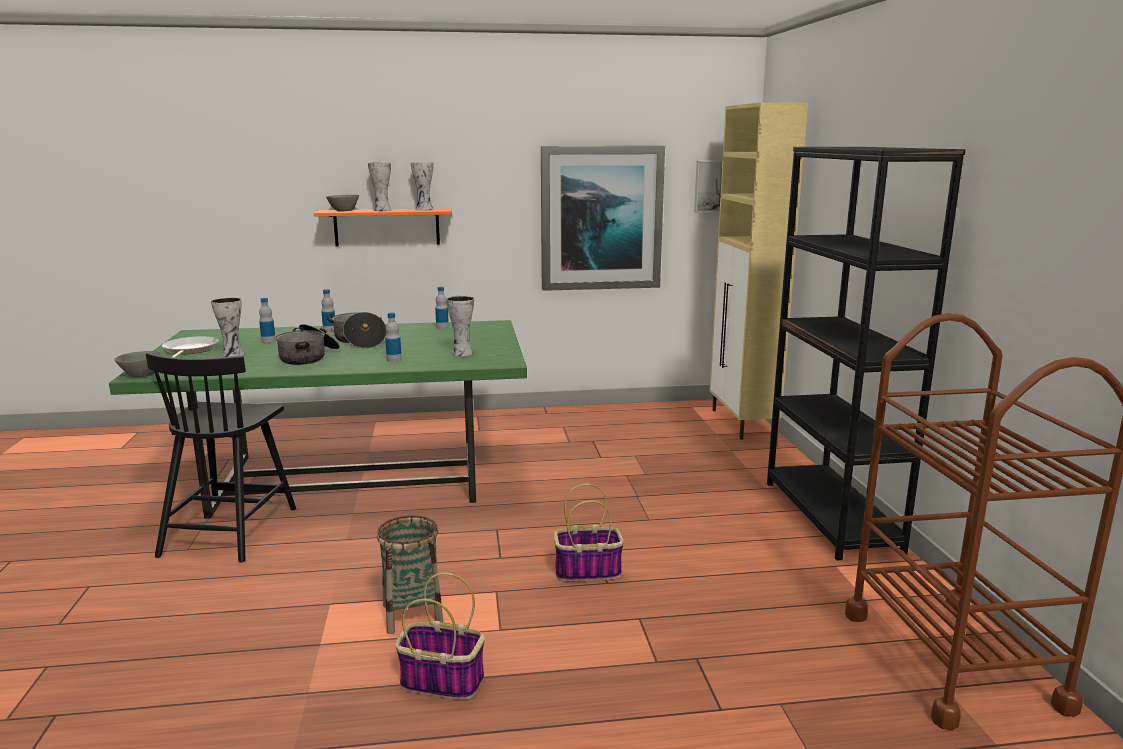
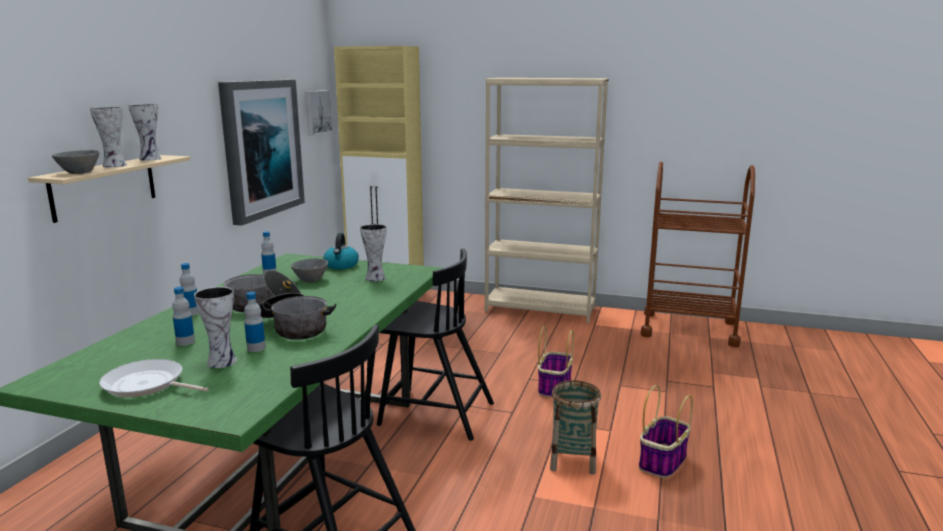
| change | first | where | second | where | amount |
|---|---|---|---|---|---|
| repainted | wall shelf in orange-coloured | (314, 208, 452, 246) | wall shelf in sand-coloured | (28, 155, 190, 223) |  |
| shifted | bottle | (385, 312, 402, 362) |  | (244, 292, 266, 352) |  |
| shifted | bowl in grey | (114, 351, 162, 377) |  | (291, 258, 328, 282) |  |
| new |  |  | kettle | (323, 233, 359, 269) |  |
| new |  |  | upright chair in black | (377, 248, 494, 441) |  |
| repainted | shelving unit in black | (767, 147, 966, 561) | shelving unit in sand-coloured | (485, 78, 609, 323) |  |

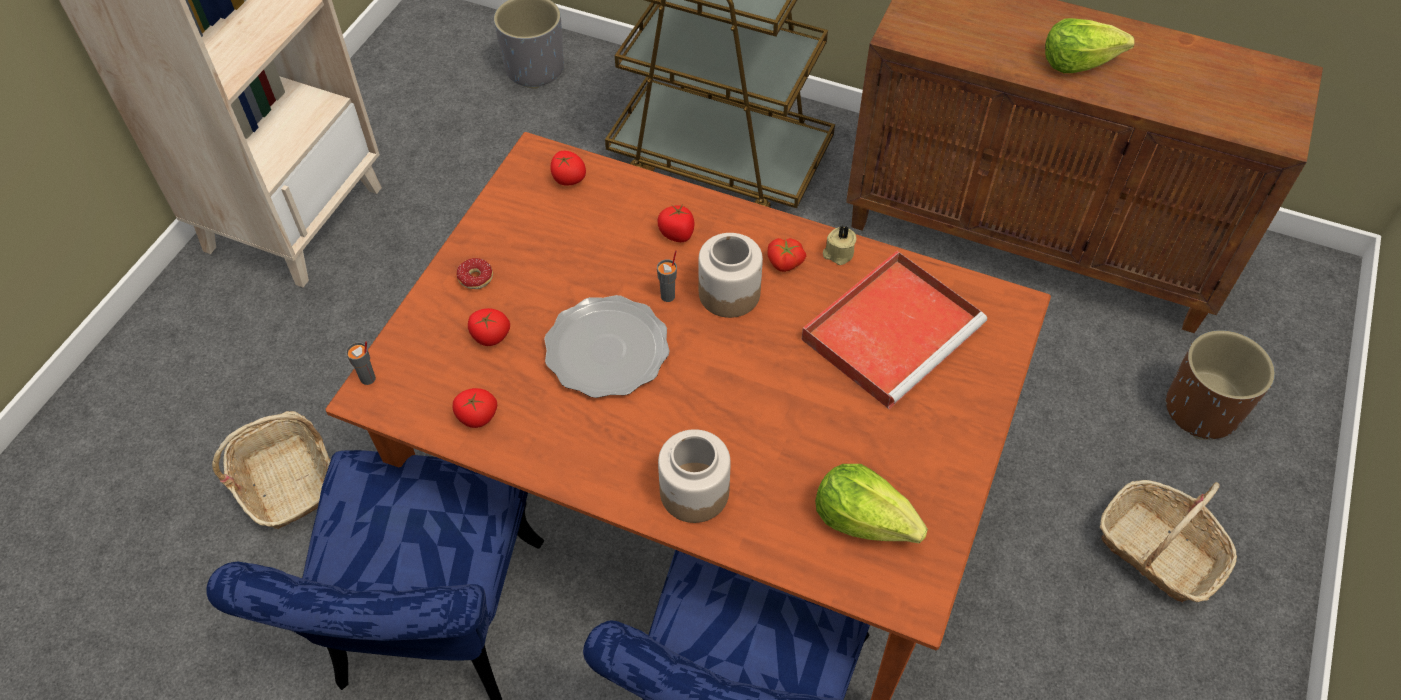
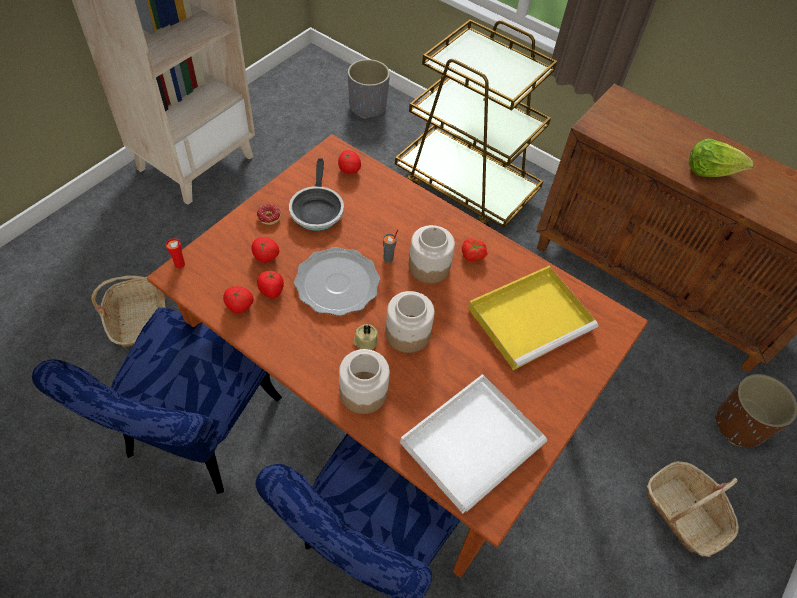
| change | first | where | second | where | amount |
|---|---|---|---|---|---|
| repainted | drinking cup in grey | (346, 341, 376, 385) | drinking cup in red-coloured | (166, 238, 185, 268) |  |
| shifted | fresh tomato | (658, 204, 694, 242) |  | (257, 271, 284, 299) |  |
| new |  |  | frying pan | (289, 158, 344, 231) |  |
| shifted | candle in sand-coloured | (823, 225, 856, 265) |  | (353, 324, 378, 350) |  |
| new |  |  | storage jar | (386, 291, 434, 353) |  |
| swapped | head of lettuce | (815, 464, 928, 543) | carrying tray in whitish | (400, 374, 547, 514) |  |
| repainted | carrying tray in red-coloured | (801, 251, 987, 409) | carrying tray in yellowish | (468, 265, 598, 370) |  |

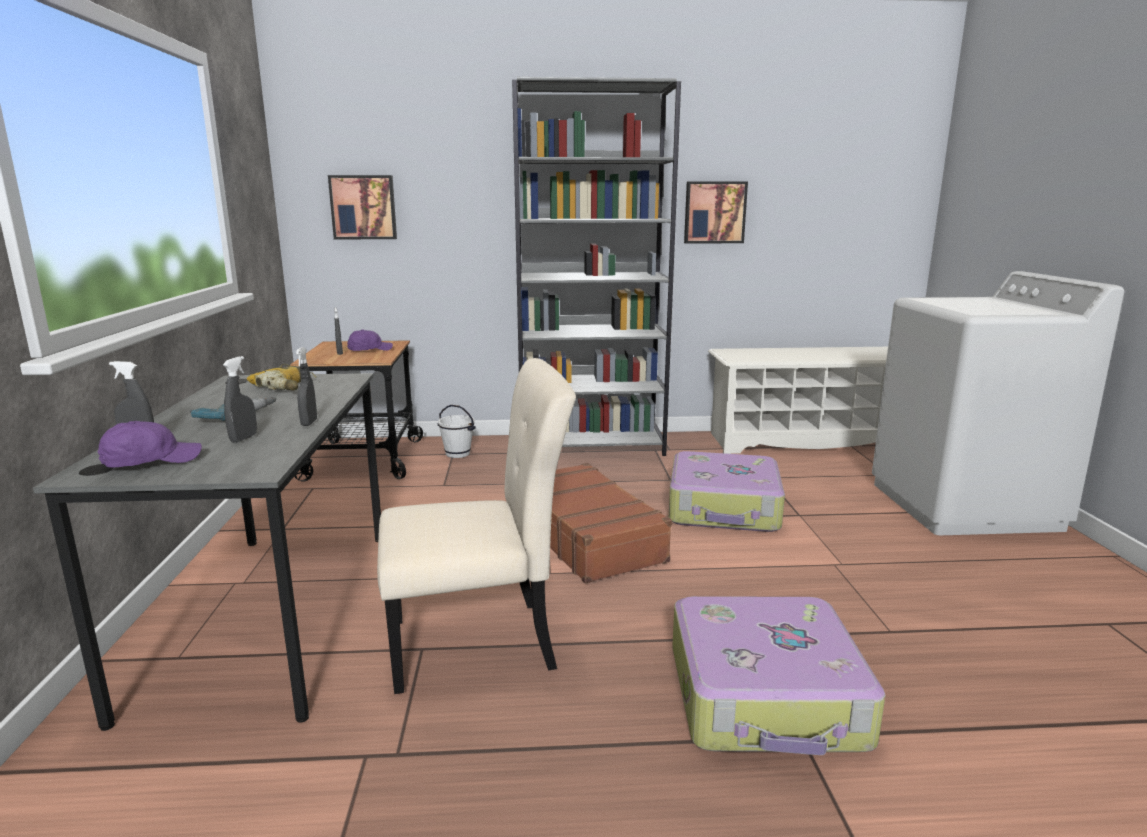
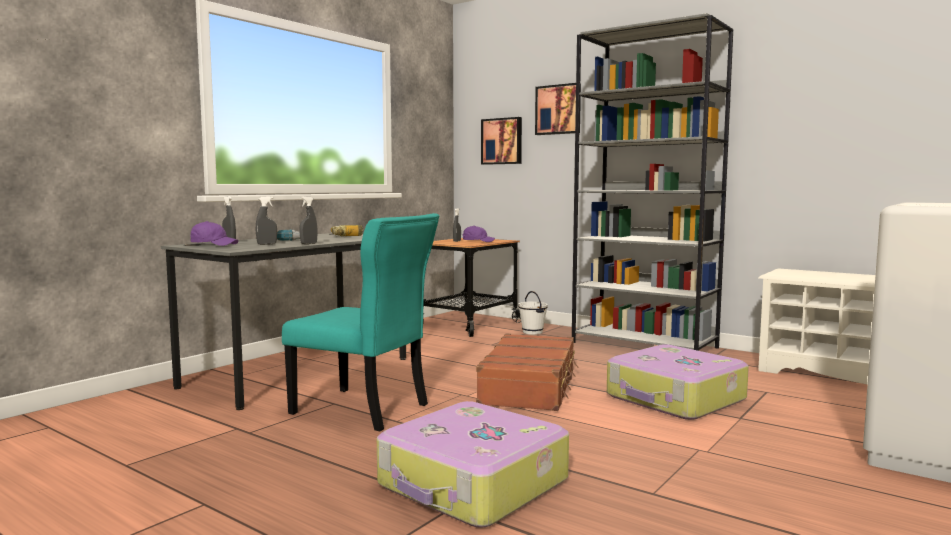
| change | first | where | second | where | amount |
|---|---|---|---|---|---|
| repainted | upright chair in sand-coloured | (377, 358, 576, 694) | upright chair in blue-green | (282, 213, 439, 431) |  |
| shifted | wall picture | (684, 181, 748, 244) |  | (535, 83, 581, 135) |  |

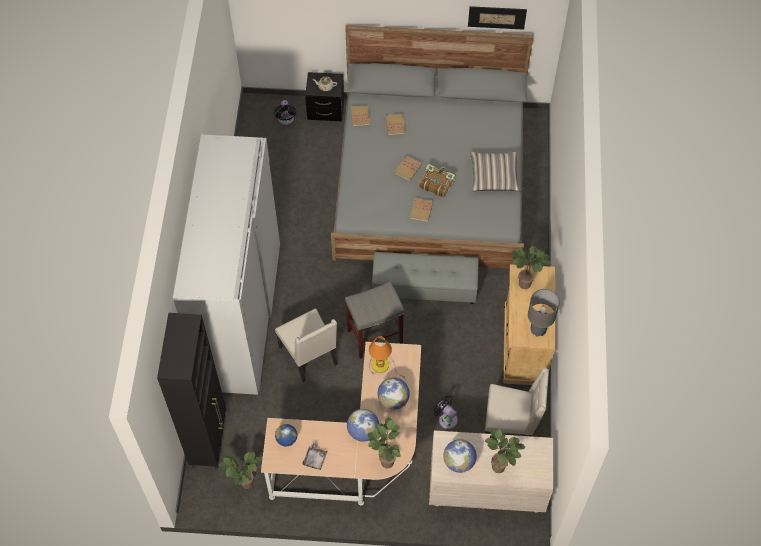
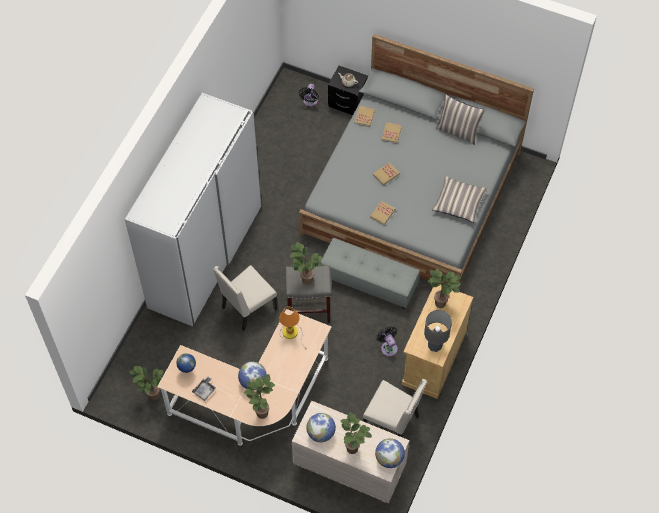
| change | first | where | second | where | amount |
|---|---|---|---|---|---|
| rotated | upright chair in sand-coloured | (275, 308, 337, 382) |  | (213, 265, 277, 331) | 60 degrees clockwise |
| new |  |  | plant in a pot | (290, 242, 323, 285) |  |
| shifted | world globe | (378, 377, 410, 410) |  | (375, 438, 405, 468) |  |
| shifted | fan in black | (433, 395, 458, 429) |  | (376, 326, 398, 357) |  |
| new |  |  | throw pillow | (436, 94, 485, 145) |  |
| gone | cabinet in black | (157, 313, 226, 470) |  |  |  |
| gone | volume | (419, 164, 455, 197) |  |  |  |
| gone | wall picture | (468, 6, 527, 30) |  |  |  |

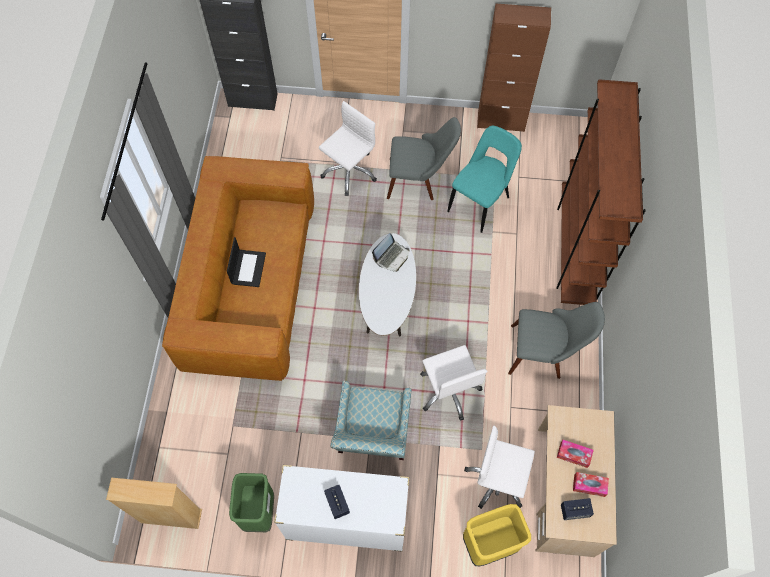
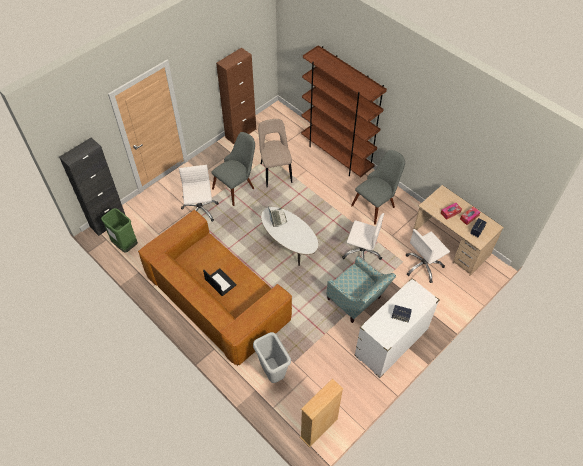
| change | first | where | second | where | amount |
|---|---|---|---|---|---|
| shifted | waste bin in green-coloured | (229, 473, 274, 532) |  | (101, 208, 138, 253) |  |
| new |  |  | waste bin in grey | (253, 332, 291, 383) |  |
| repainted | upright chair in blue-green | (447, 126, 522, 233) | upright chair in sand-coloured | (258, 119, 292, 187) |  |
| gone | waste bin in yellowish | (463, 504, 531, 566) |  |  |  |

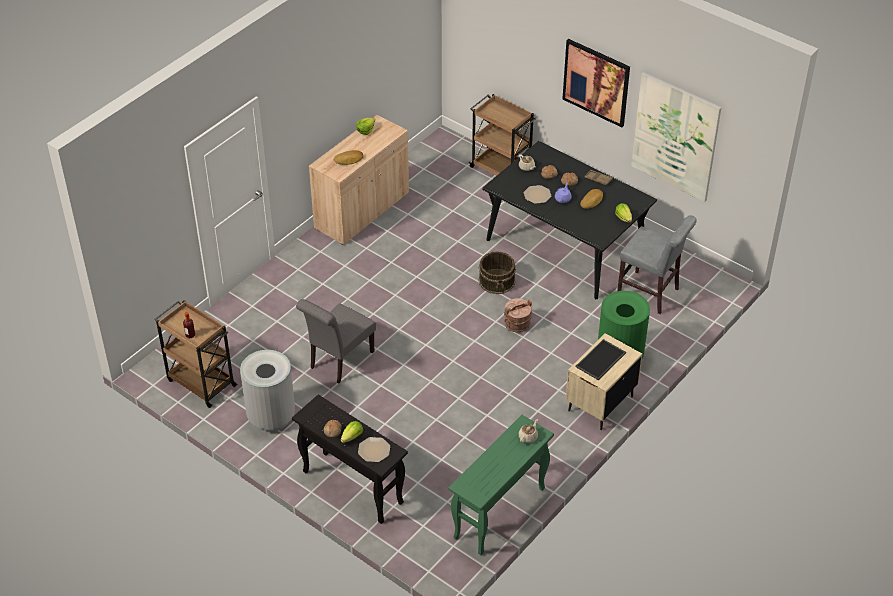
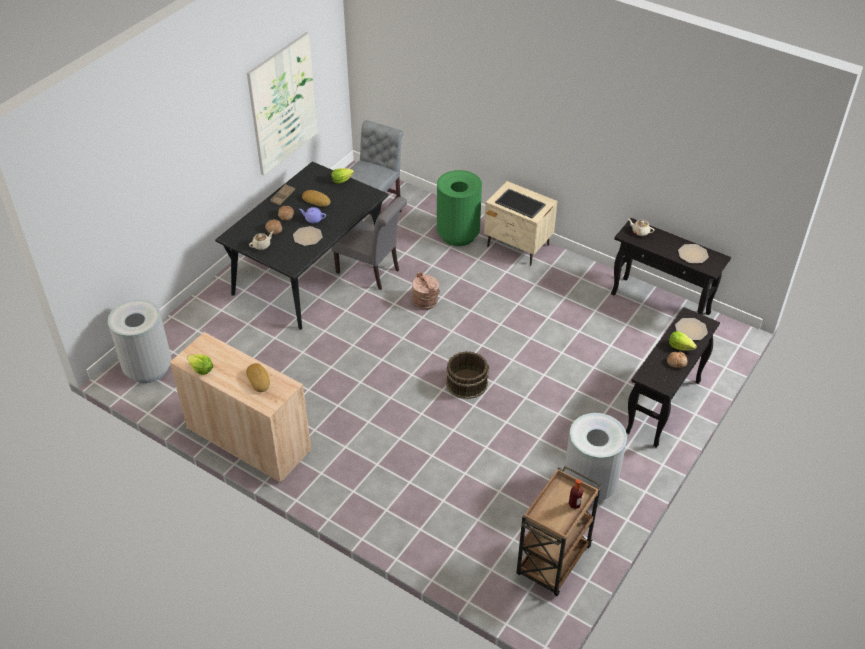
| change | first | where | second | where | amount |
|---|---|---|---|---|---|
| new |  |  | waste bin in grey | (108, 299, 172, 383) |  |
| shifted | upright chair in grey | (296, 299, 376, 383) |  | (331, 197, 407, 290) |  |
| shifted | water bucket in brown | (478, 251, 516, 294) |  | (446, 351, 489, 399) |  |
| repainted | console table in green-coloured | (448, 415, 554, 555) | console table in black | (611, 218, 731, 315) |  |
| new |  |  | flat dish | (678, 244, 709, 263) |  |
| gone | cart in brown | (468, 94, 536, 176) |  |  |  |
| gone | wall picture | (563, 39, 630, 127) |  |  |  |

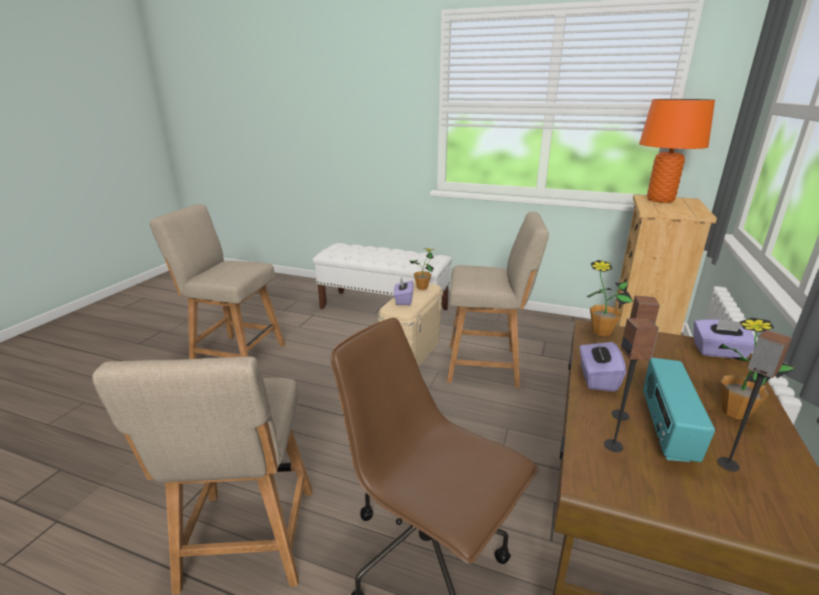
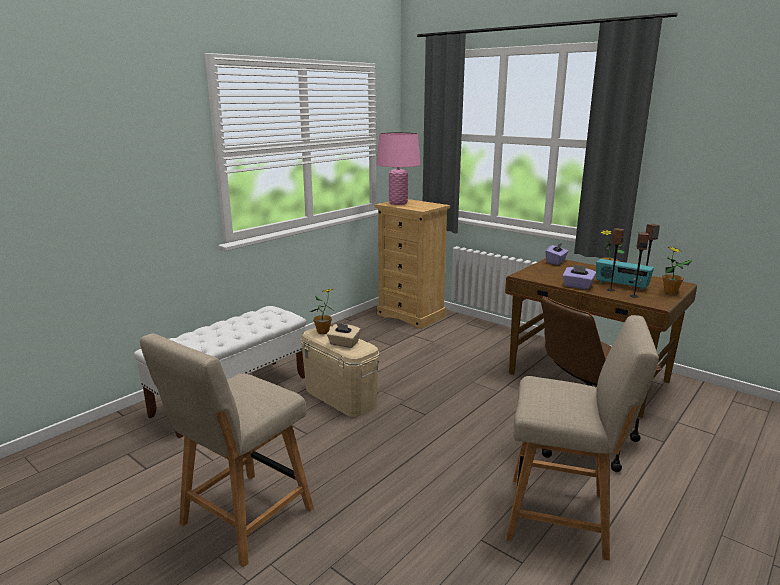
| change | first | where | second | where | amount |
|---|---|---|---|---|---|
| repainted | tissue box in purple | (394, 277, 414, 305) | tissue box in sand-coloured | (327, 323, 361, 348) |  |
| repainted | lamp for a table in orange-coloured | (639, 99, 715, 203) | lamp for a table in pinkish | (377, 132, 420, 205) |  |
| shifted | plant in a pot | (587, 260, 633, 336) |  | (662, 247, 693, 294) |  |
| gone | upright chair in sand-coloured | (447, 212, 549, 388) |  |  |  |

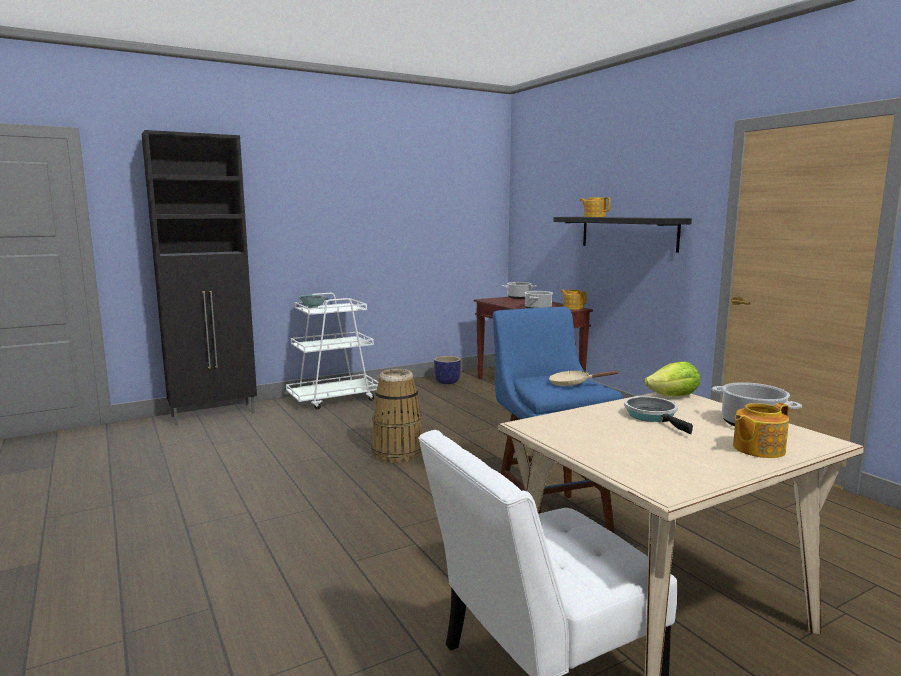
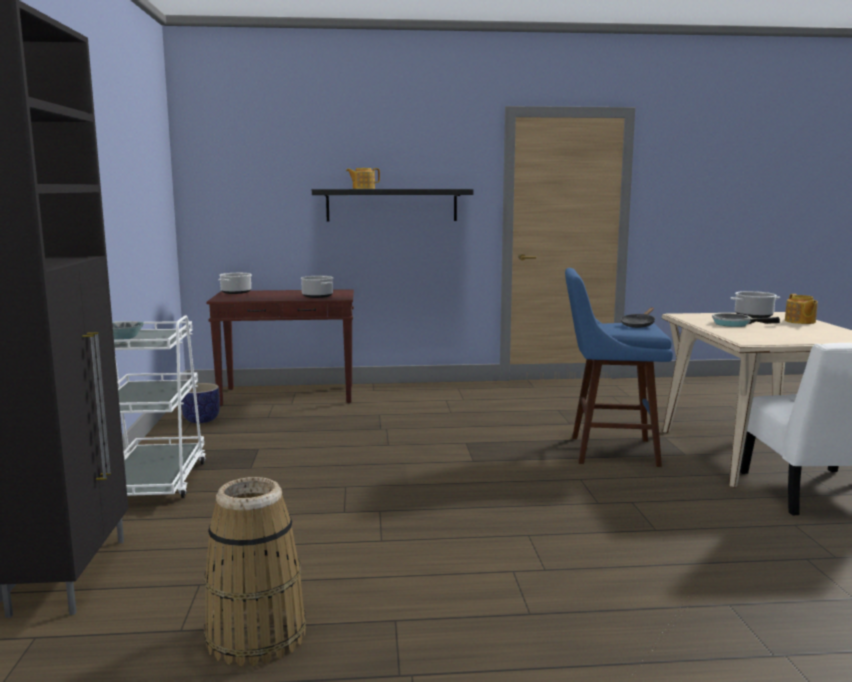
| change | first | where | second | where | amount |
|---|---|---|---|---|---|
| shifted | basket | (371, 369, 422, 463) |  | (204, 477, 306, 666) |  |
| repainted | frying pan in sand-coloured | (549, 370, 620, 386) | frying pan in black | (621, 307, 655, 328) |  |
| gone | tea pot | (561, 290, 587, 310) |  |  |  |
| gone | head of lettuce | (644, 361, 700, 397) |  |  |  |

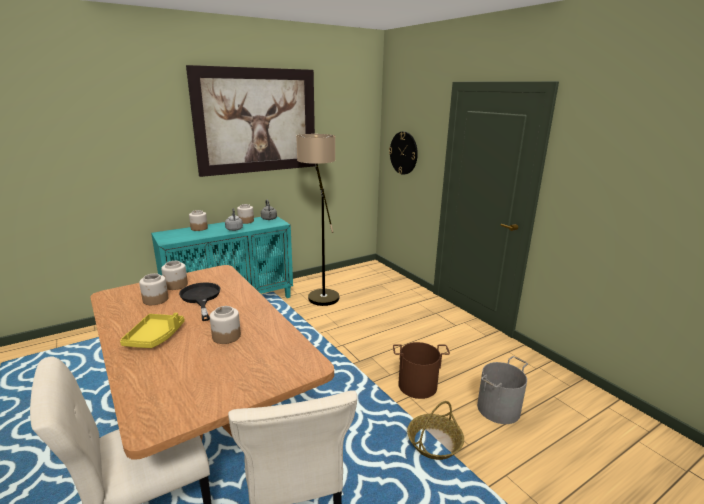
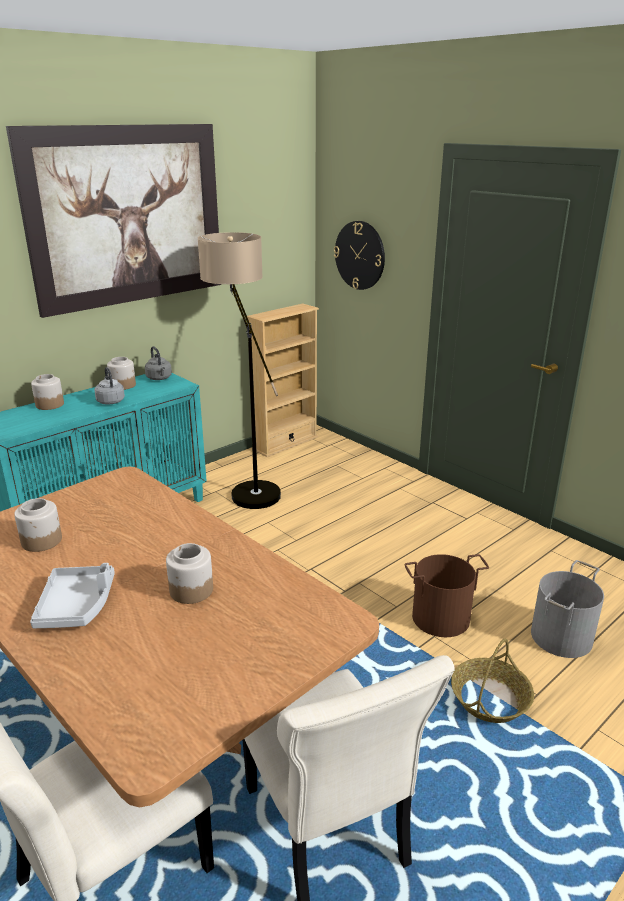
| change | first | where | second | where | amount |
|---|---|---|---|---|---|
| repainted | carrying tray in yellowish | (120, 313, 185, 348) | carrying tray in grey | (30, 563, 115, 628) |  |
| new |  |  | shelving unit in sand-coloured | (247, 303, 319, 457) |  |
| gone | storage jar | (161, 261, 188, 290) |  |  |  |
| gone | frying pan in black | (179, 282, 220, 321) |  |  |  |

